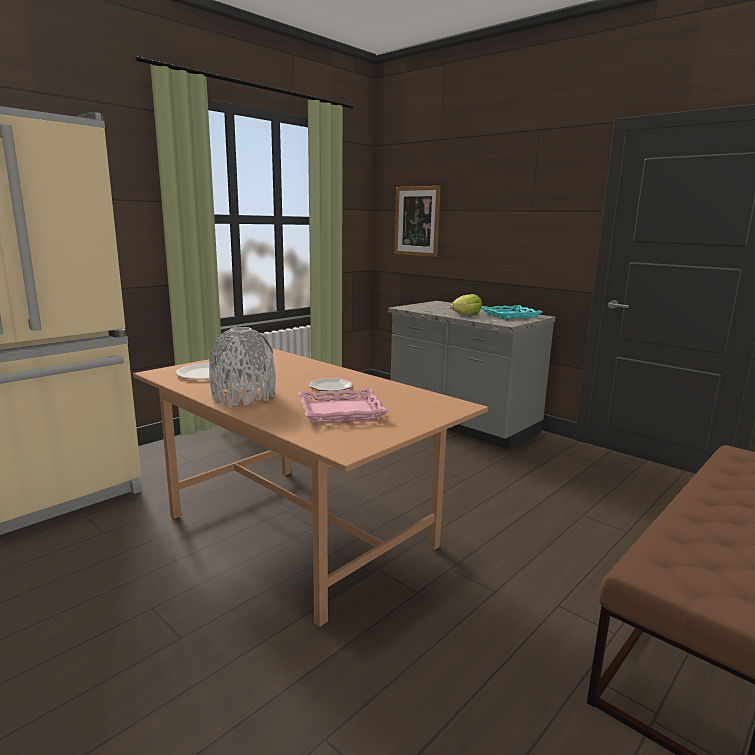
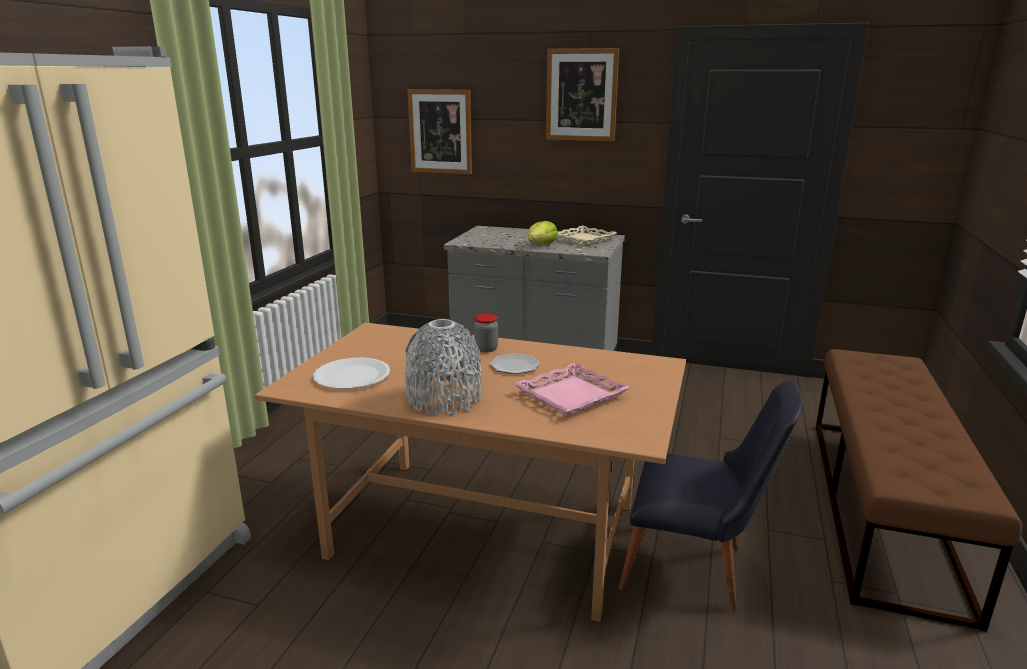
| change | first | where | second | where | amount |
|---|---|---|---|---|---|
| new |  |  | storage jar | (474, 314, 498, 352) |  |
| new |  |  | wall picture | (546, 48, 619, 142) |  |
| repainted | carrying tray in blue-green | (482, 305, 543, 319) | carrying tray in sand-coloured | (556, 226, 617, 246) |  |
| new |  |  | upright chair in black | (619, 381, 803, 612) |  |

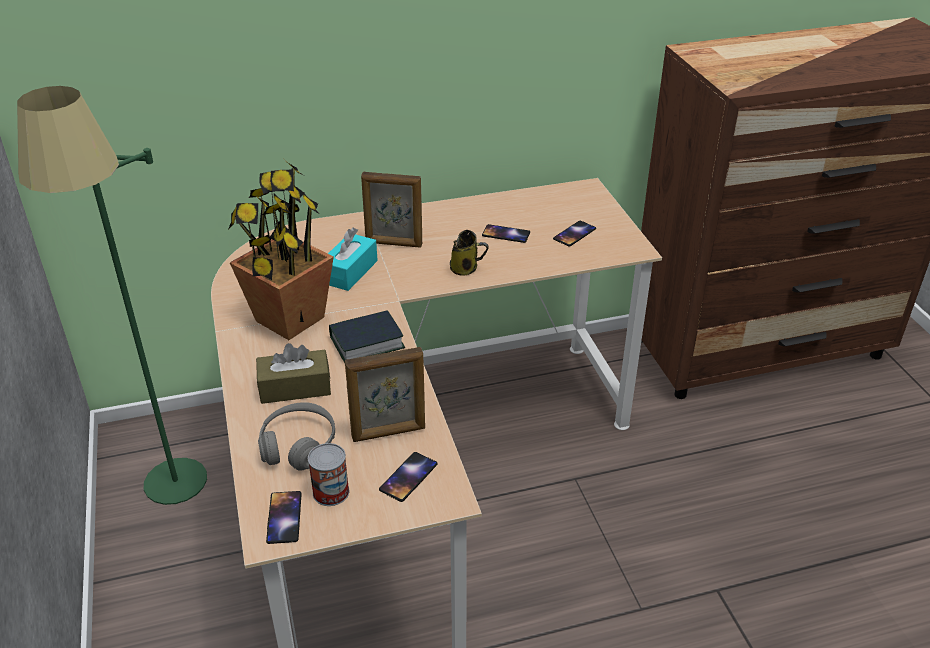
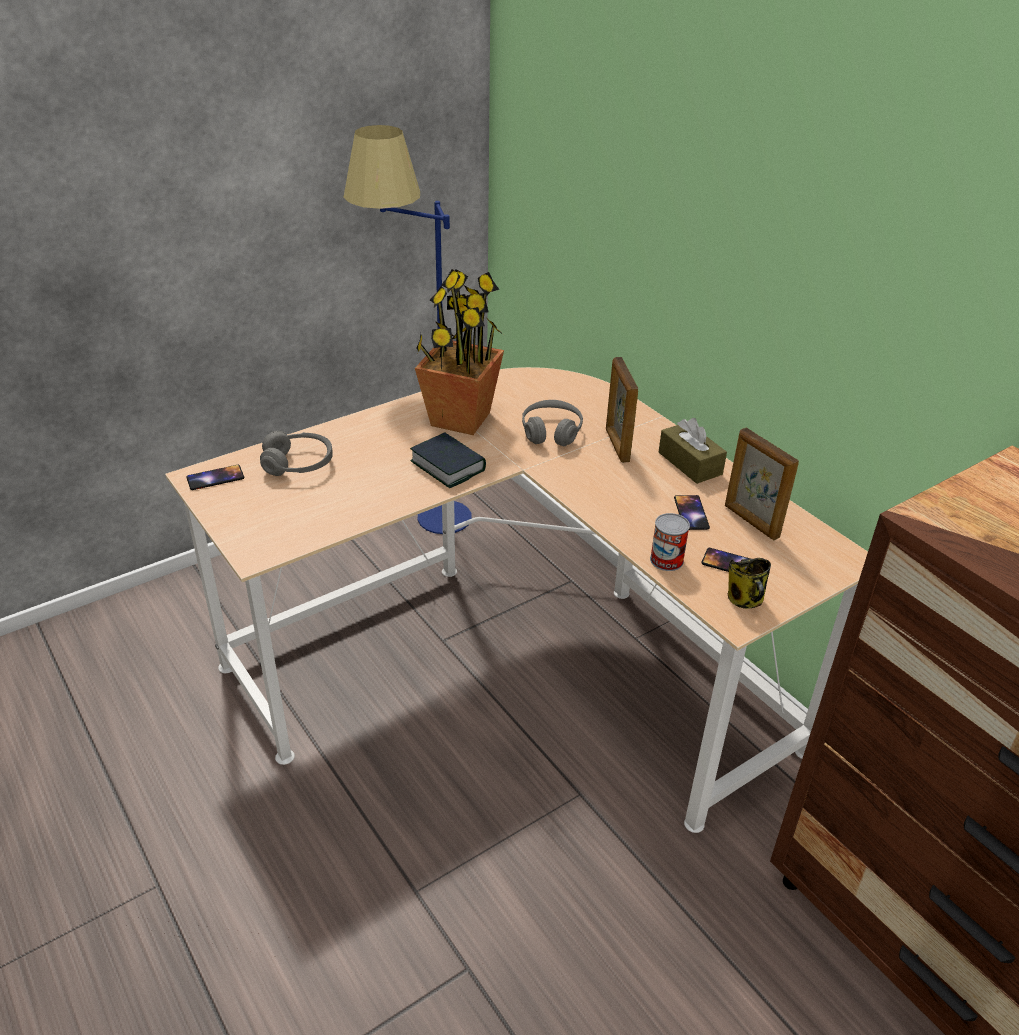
| change | first | where | second | where | amount |
|---|---|---|---|---|---|
| repainted | standing lamp in green-coloured | (17, 86, 207, 505) | standing lamp in blue | (343, 125, 472, 534) |  |
| swapped | tissue box in blue-green | (328, 228, 378, 291) | headphones in grey | (522, 400, 583, 446) |  |
| shifted | sealed can | (308, 443, 349, 506) |  | (650, 513, 690, 571) |  |
| shifted | tissue box in brown | (256, 343, 331, 404) |  | (658, 418, 727, 484) |  |
| shifted | standing frame | (345, 347, 425, 442) |  | (725, 428, 799, 540) |  |
| shifted | coffee mug | (450, 230, 488, 276) |  | (728, 558, 771, 609) |  |
| gone | telephone | (379, 452, 438, 502) |  |  |  |

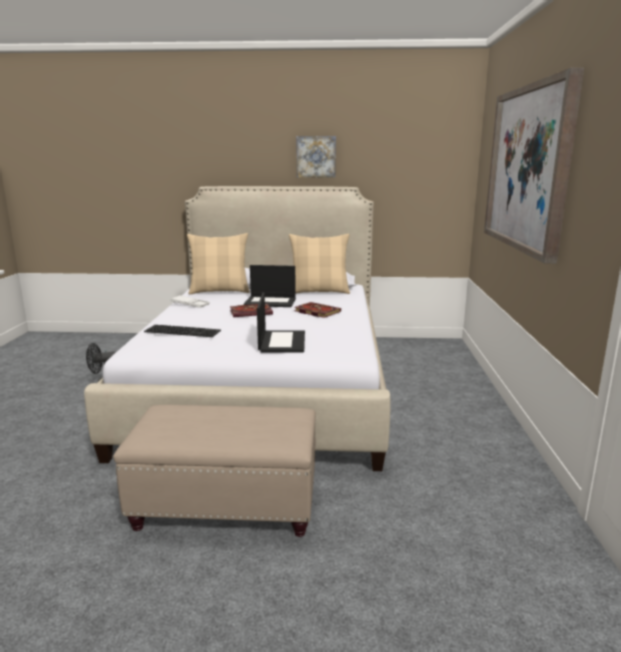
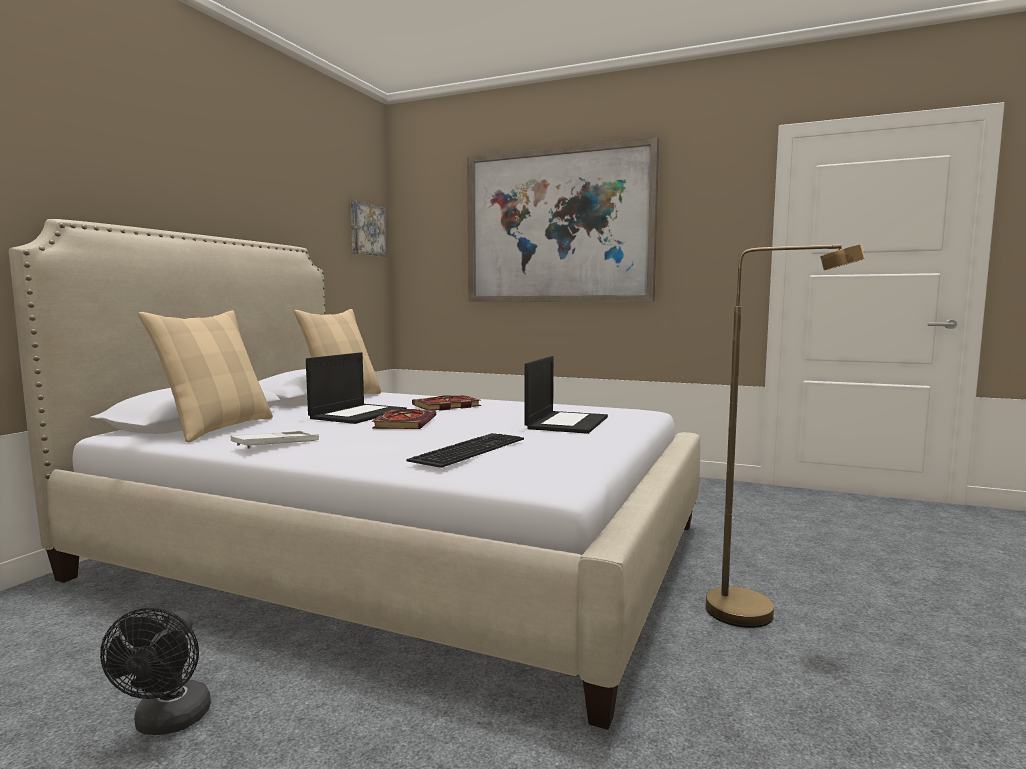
| change | first | where | second | where | amount |
|---|---|---|---|---|---|
| shifted | wall picture | (297, 136, 336, 178) |  | (351, 201, 386, 257) |  |
| rotated | notebook computer | (257, 293, 305, 352) |  | (524, 356, 608, 434) | 90 degrees clockwise |
| swapped | pouffe in sand-coloured | (113, 405, 316, 537) | standing lamp in brown | (706, 244, 865, 628) |  |

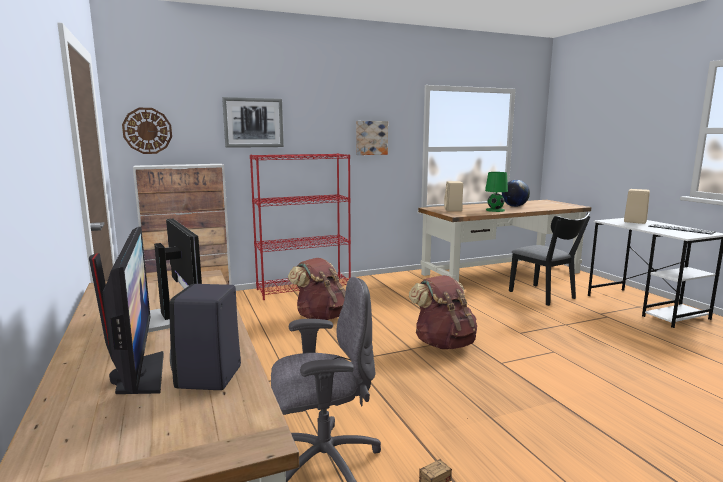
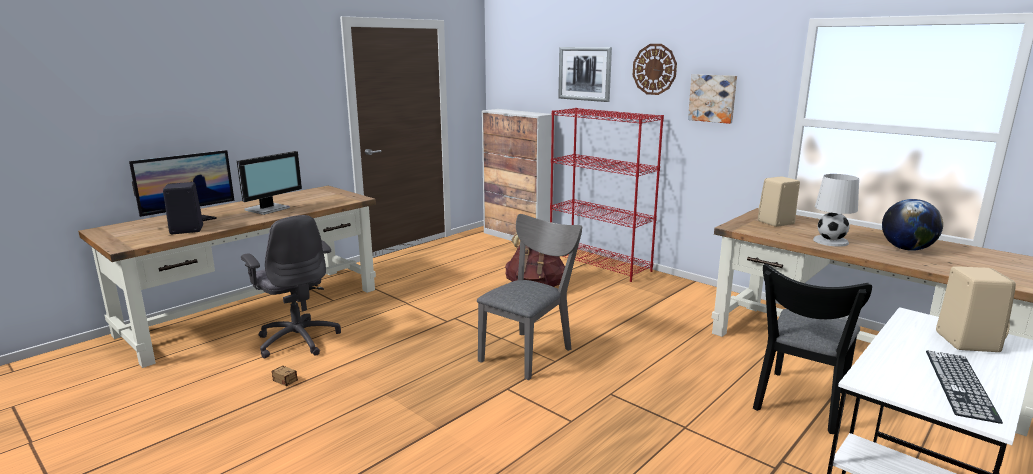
| change | first | where | second | where | amount |
|---|---|---|---|---|---|
| swapped | knapsack in brown | (409, 275, 477, 349) | upright chair in grey | (477, 214, 582, 380) |  |
| shifted | hanging clock | (122, 108, 172, 154) |  | (632, 44, 677, 95) |  |
| repainted | lamp for a table in green-coloured | (485, 172, 508, 212) | lamp for a table in whitish | (813, 174, 859, 247) |  |

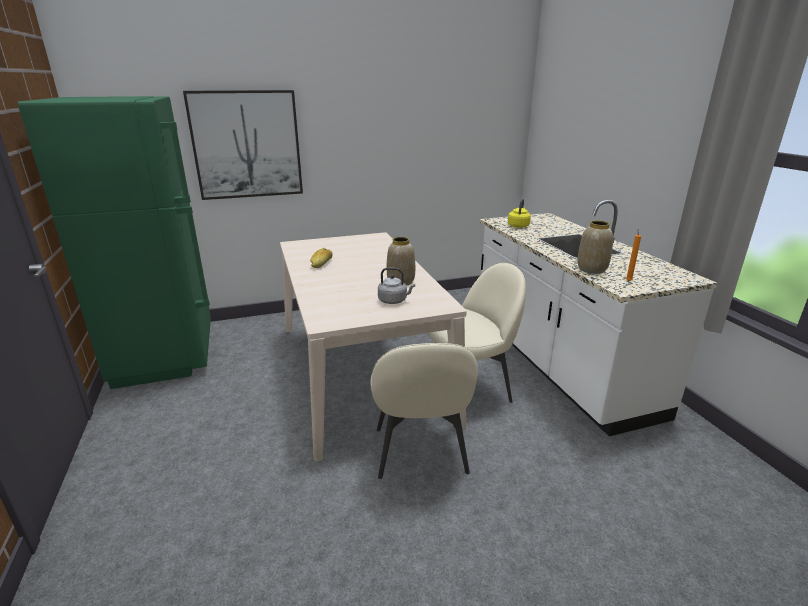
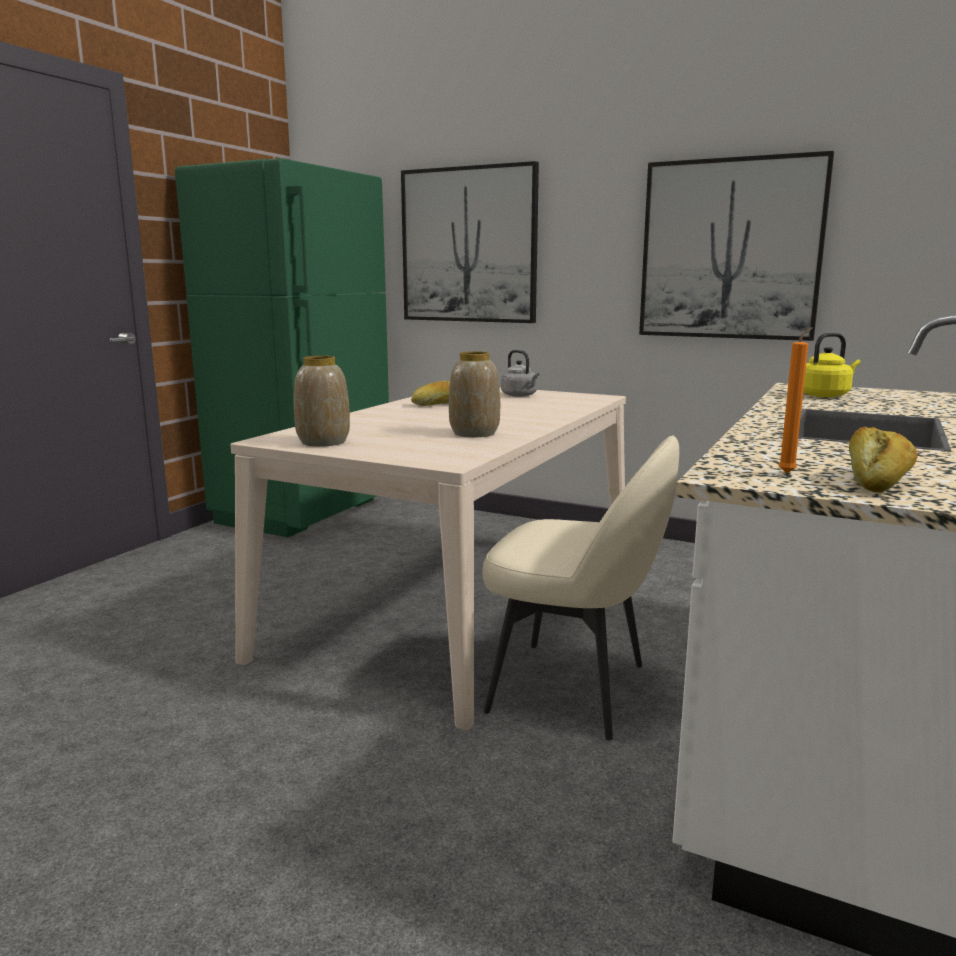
| change | first | where | second | where | amount |
|---|---|---|---|---|---|
| shifted | decorative vase | (577, 221, 613, 274) |  | (294, 356, 350, 447) |  |
| shifted | kettle in grey | (378, 267, 415, 304) |  | (501, 350, 539, 397) |  |
| new |  |  | wall picture | (639, 151, 834, 341) |  |
| new |  |  | bakery bread | (849, 426, 918, 493) |  |
| gone | upright chair in sand-coloured | (370, 343, 478, 479) |  |  |  |

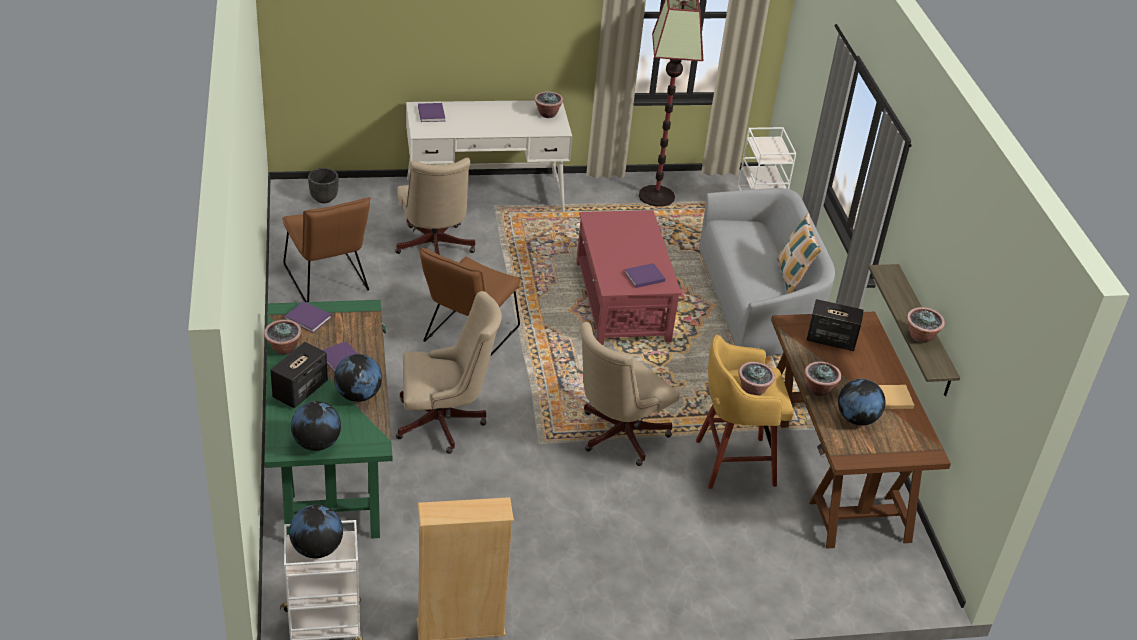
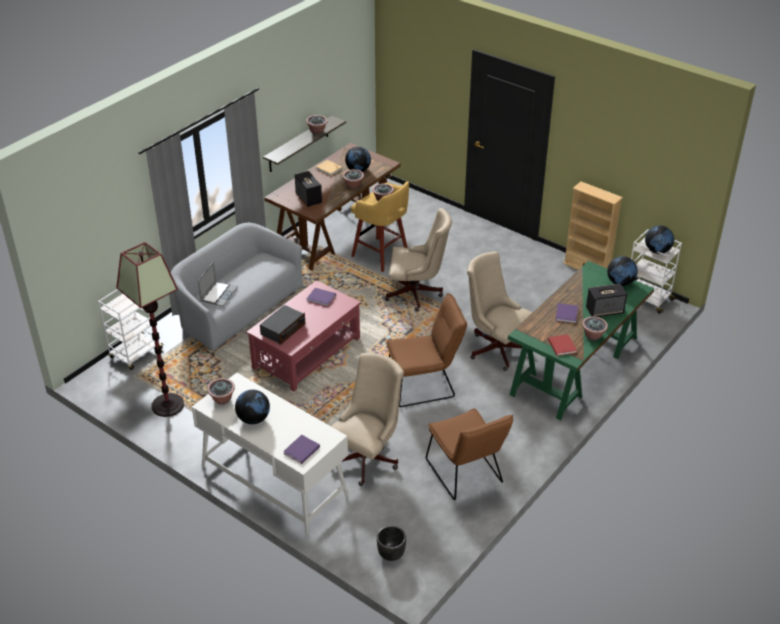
| change | first | where | second | where | amount |
|---|---|---|---|---|---|
| new |  |  | notebook computer | (198, 261, 238, 307) |  |
| shifted | world globe | (334, 354, 382, 402) |  | (235, 390, 270, 424) |  |
| new |  |  | radio receiver | (260, 305, 305, 345) |  |
| rotated | upright chair in brown | (282, 197, 370, 302) |  | (426, 409, 513, 500) | 135 degrees clockwise |
| repainted | volume in purple | (284, 301, 332, 333) | volume in red-coloured | (548, 334, 577, 356) |  |
| gone | throw pillow | (777, 213, 821, 294) |  |  |  |

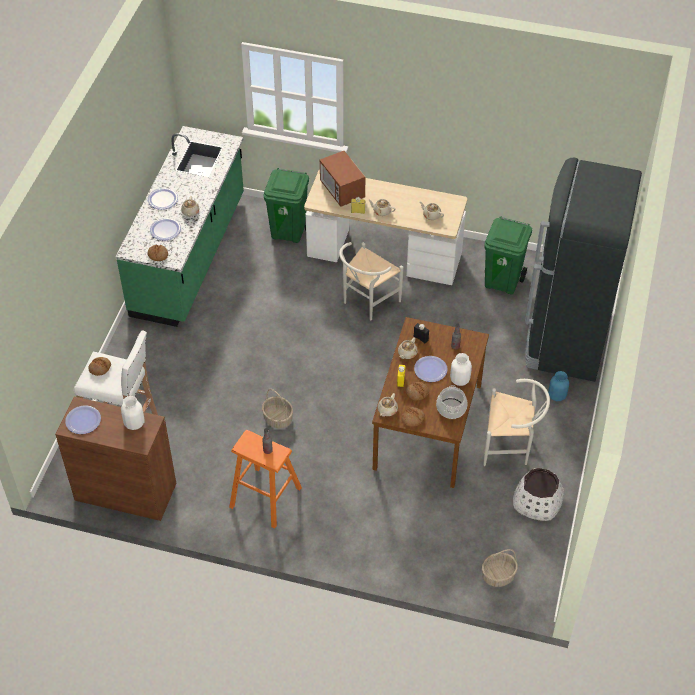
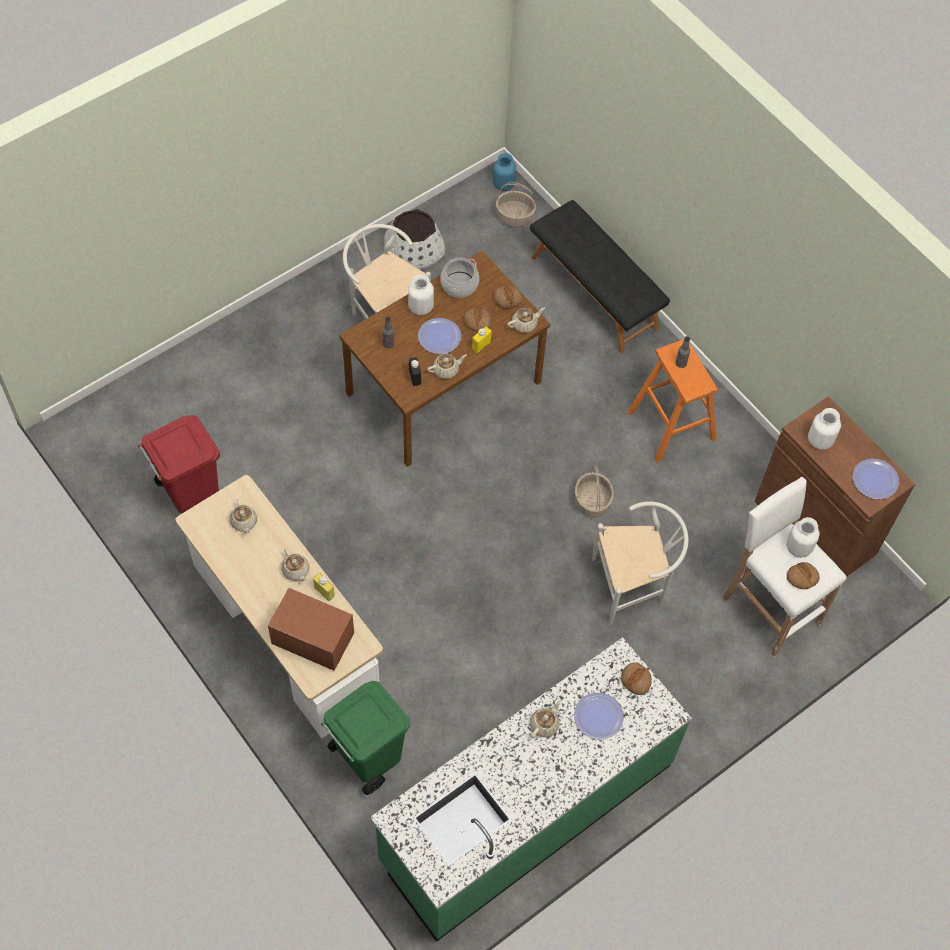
| change | first | where | second | where | amount |
|---|---|---|---|---|---|
| repainted | waste bin in green-coloured | (484, 216, 532, 294) | waste bin in red-coloured | (138, 415, 220, 513) |  |
| rotated | kitchen microwave | (320, 151, 365, 207) |  | (268, 588, 354, 671) | 75 degrees counterclockwise |
| shifted | decorative vase in blue | (548, 371, 569, 401) |  | (493, 153, 516, 191) |  |
| new |  |  | bench in black | (530, 200, 670, 354) |  |
| shifted | upright chair in whitish | (339, 242, 403, 320) |  | (592, 501, 689, 624) |  |
| new |  |  | decorative vase in whitish | (786, 517, 820, 558) |  |
| gone | flat dish | (148, 188, 178, 210) |  |  |  |
| gone | fridge in black | (525, 158, 642, 382) |  |  |  |

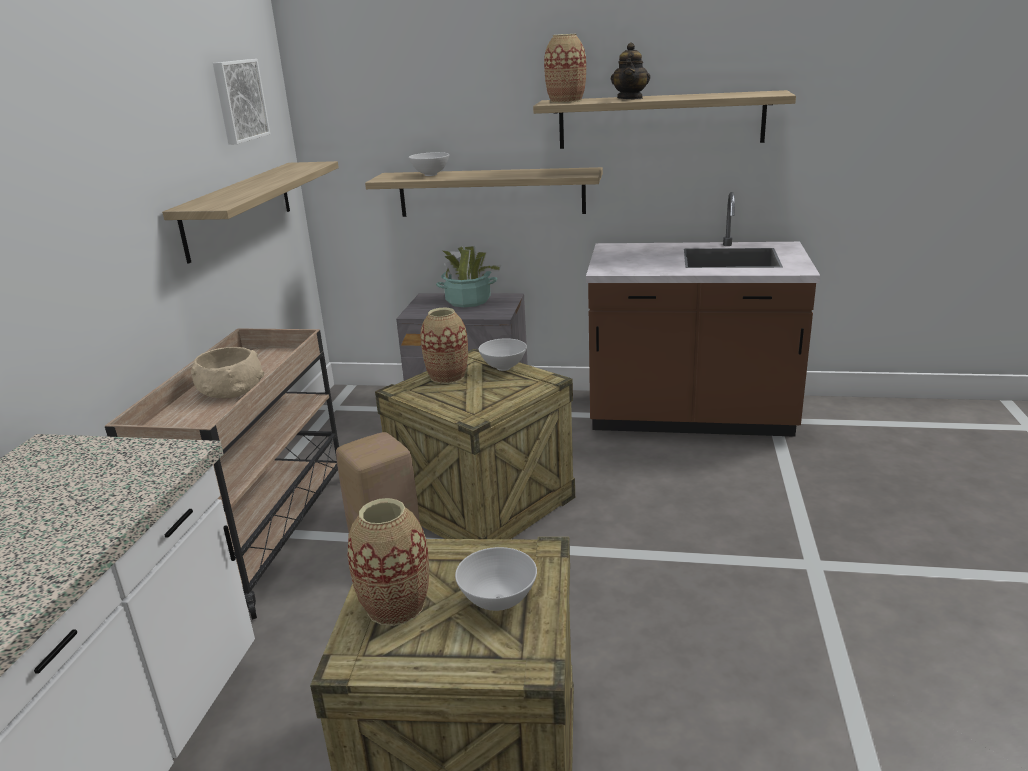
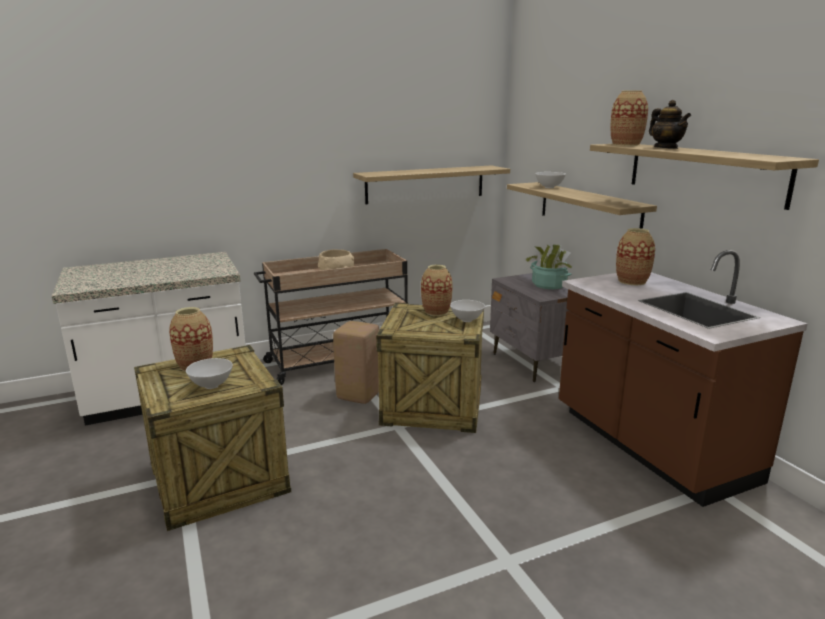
| change | first | where | second | where | amount |
|---|---|---|---|---|---|
| new |  |  | decorative vase | (616, 228, 655, 285) |  |
| rotated | tea pot | (611, 42, 650, 99) |  | (649, 100, 691, 149) | 90 degrees counterclockwise |
| gone | wall picture | (213, 59, 270, 145) |  |  |  |

